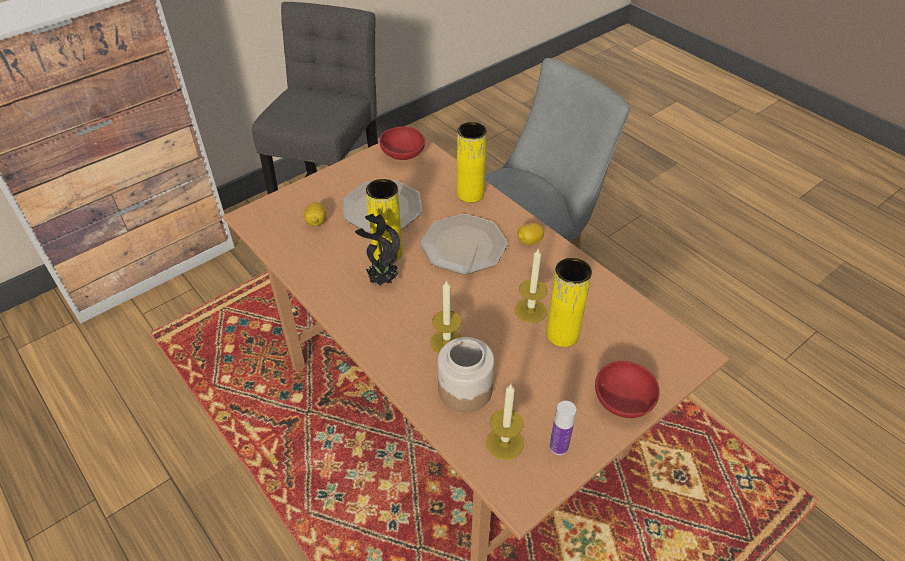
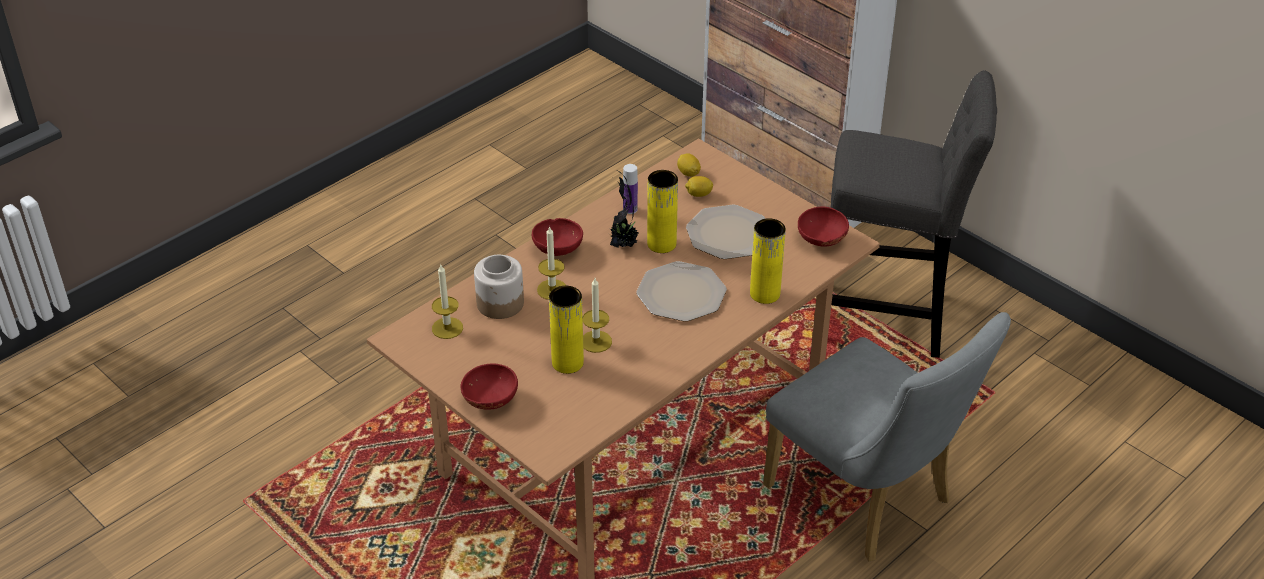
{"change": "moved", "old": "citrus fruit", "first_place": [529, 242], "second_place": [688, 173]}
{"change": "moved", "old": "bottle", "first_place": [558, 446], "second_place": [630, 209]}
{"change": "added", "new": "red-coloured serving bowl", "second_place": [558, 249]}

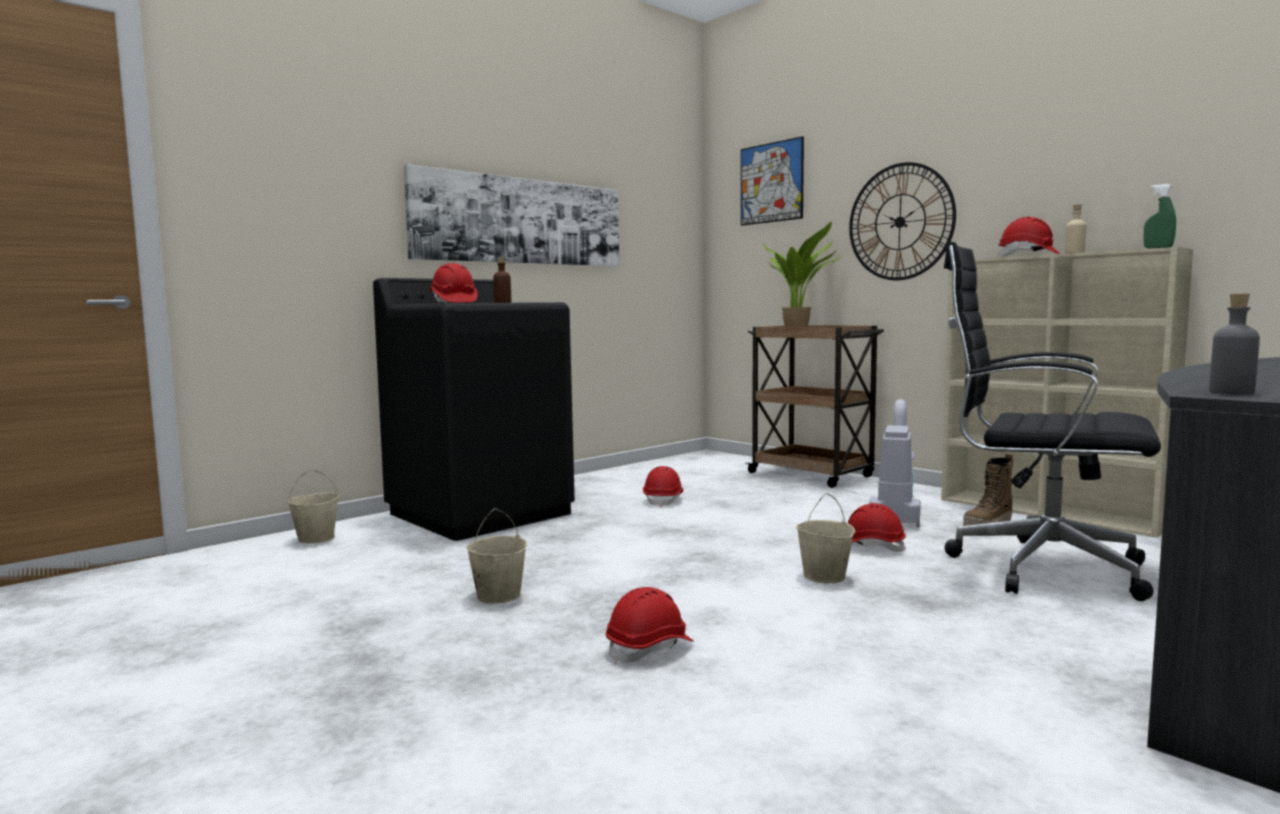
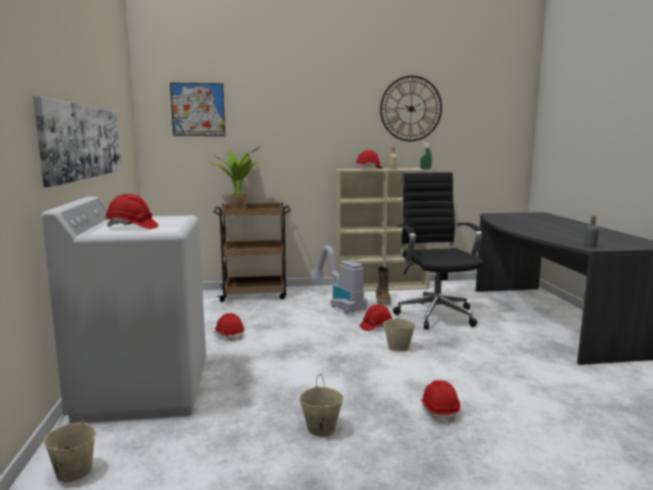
{"change": "moved", "old": "hanging clock", "first_place": [900, 222], "second_place": [411, 108]}
{"change": "turned", "old": "black desk chair", "first_place": [1037, 567], "second_place": [434, 314], "degrees": 105}
{"change": "removed", "old": "brown bottle", "first_place": [502, 302]}
{"change": "recoloured", "old": "black laundry machine", "new": "whitish laundry machine", "first_place": [481, 513], "second_place": [143, 390]}

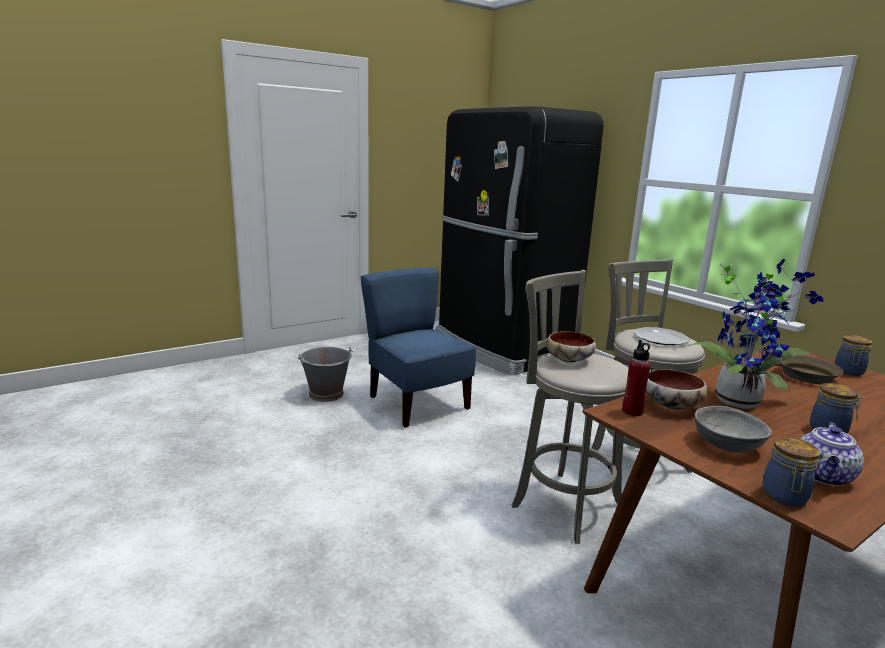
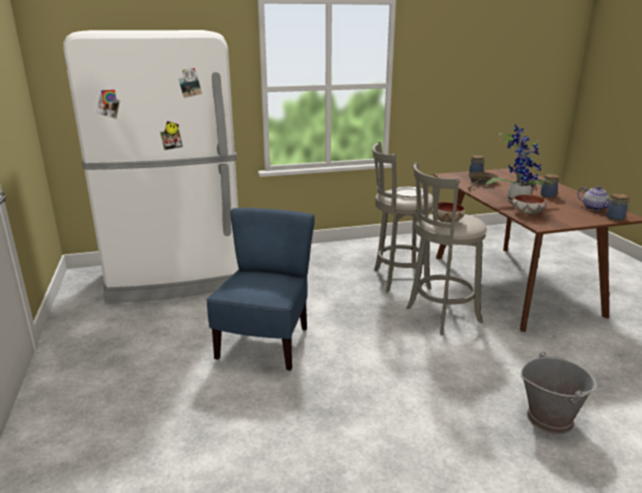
{"change": "recoloured", "old": "black kitchen fridge", "new": "whitish kitchen fridge", "first_place": [501, 348], "second_place": [176, 277]}
{"change": "turned", "old": "blue plain chair", "first_place": [417, 403], "second_place": [265, 344], "degrees": 120}
{"change": "removed", "old": "red-coloured bottle", "first_place": [632, 411]}
{"change": "moved", "old": "greyish pail", "first_place": [327, 394], "second_place": [549, 418]}
{"change": "removed", "old": "greyish serving bowl", "first_place": [726, 444]}

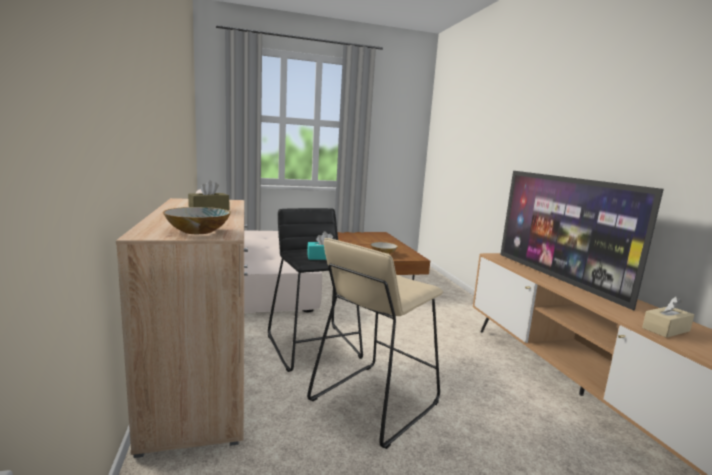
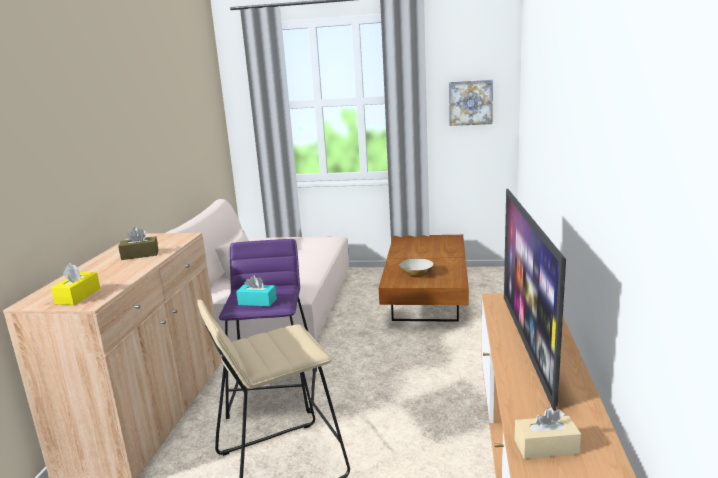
{"change": "replaced", "old": "serving bowl", "new": "yellow-coloured tissue holder", "first_place": [198, 231], "second_place": [78, 296]}
{"change": "recoloured", "old": "black sitting stool", "new": "purple sitting stool", "first_place": [314, 346], "second_place": [274, 392]}
{"change": "added", "new": "wall art", "second_place": [470, 102]}

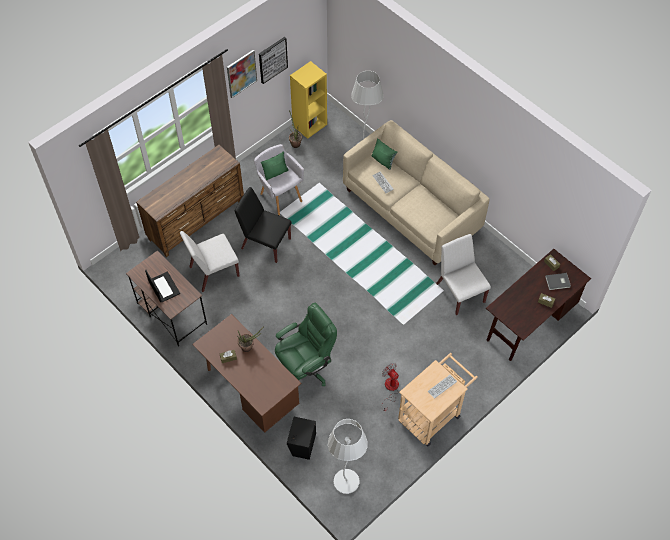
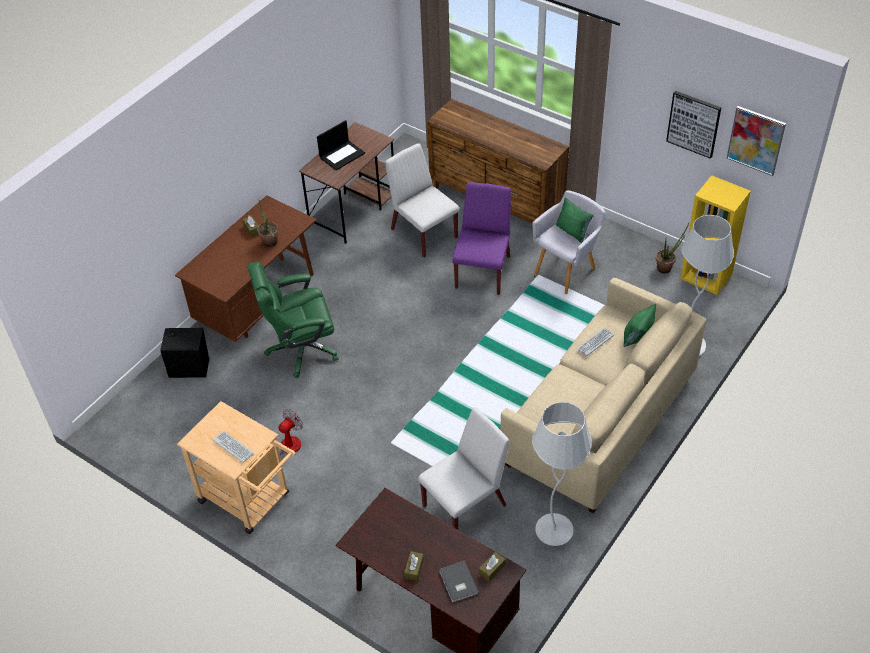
{"change": "moved", "old": "wall art", "first_place": [241, 73], "second_place": [756, 140]}
{"change": "recoloured", "old": "black plain chair", "new": "purple plain chair", "first_place": [265, 243], "second_place": [483, 271]}
{"change": "turned", "old": "green desk chair", "first_place": [305, 367], "second_place": [301, 349], "degrees": 120}
{"change": "moved", "old": "whitish floor lamp", "first_place": [346, 481], "second_place": [554, 531]}

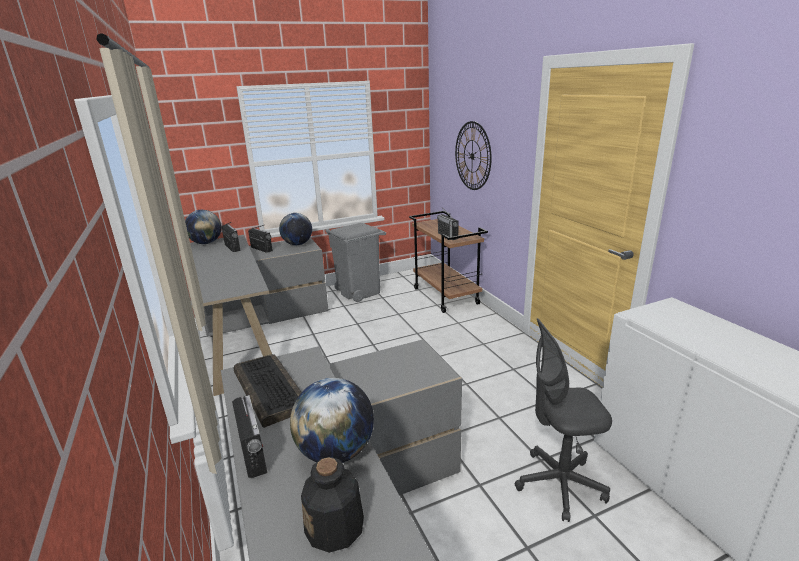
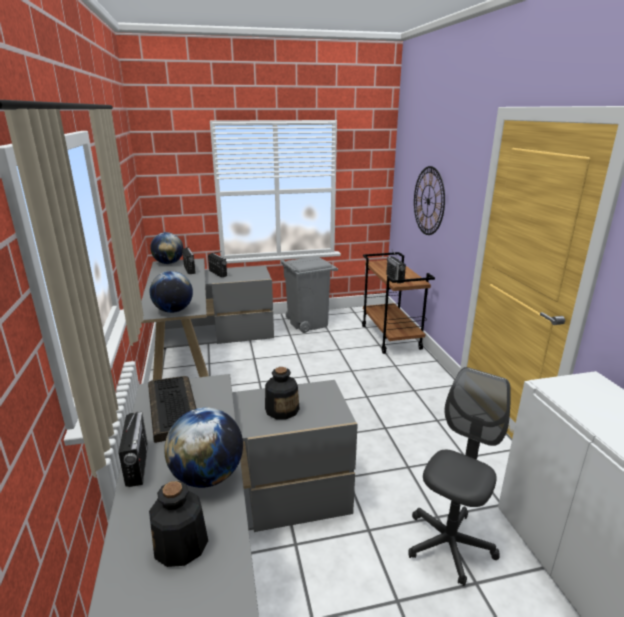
{"change": "moved", "old": "globe", "first_place": [297, 244], "second_place": [173, 311]}
{"change": "turned", "old": "greyish desk chair", "first_place": [559, 484], "second_place": [449, 544], "degrees": 120}
{"change": "added", "new": "bottle", "second_place": [282, 409]}

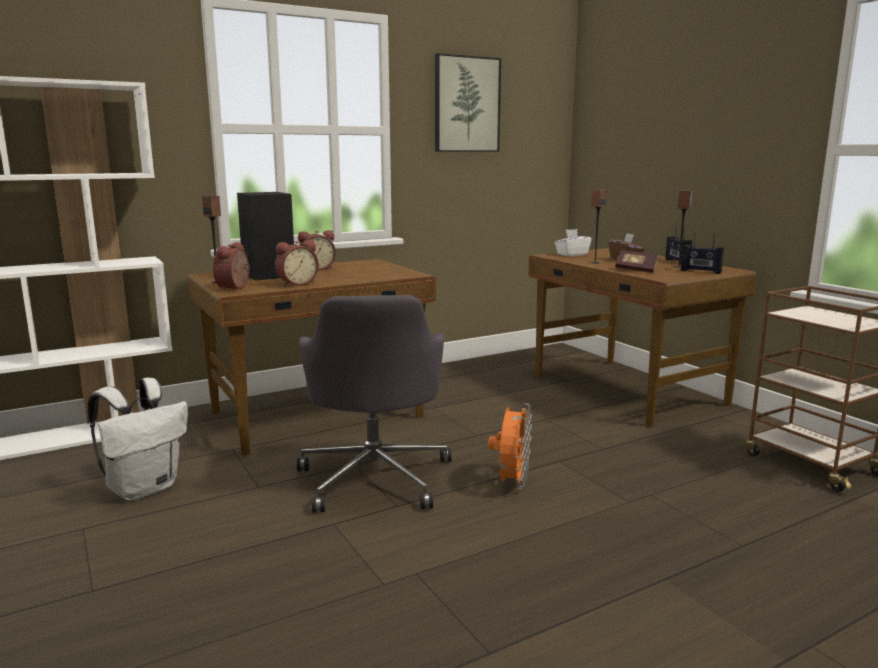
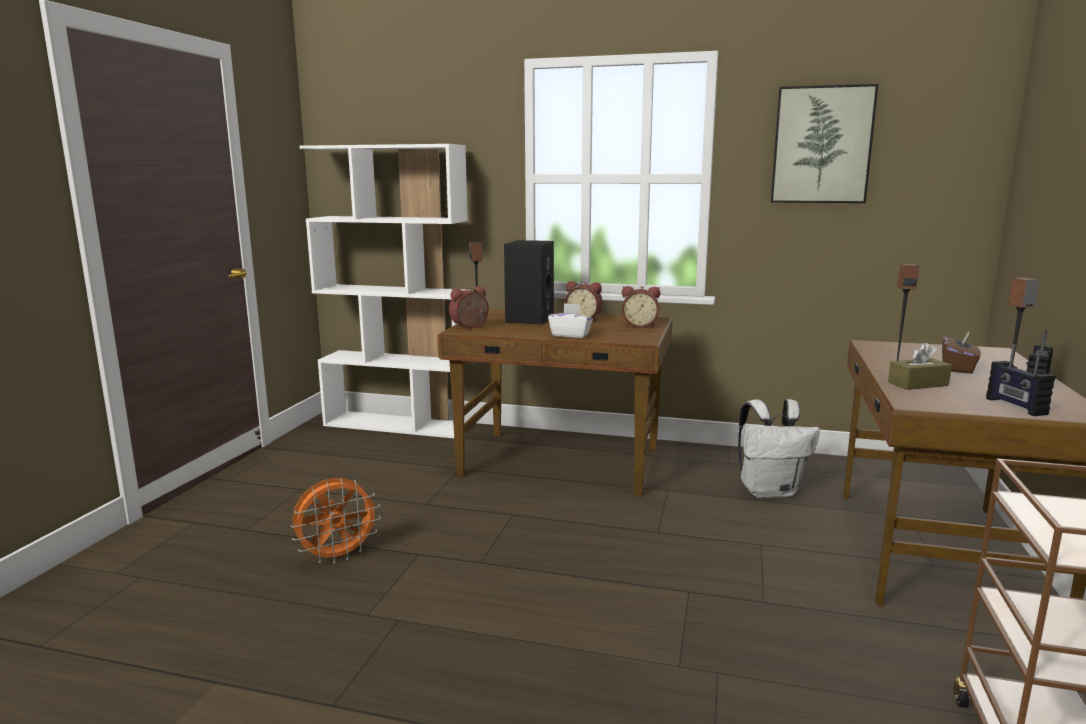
{"change": "moved", "old": "whitish tissue holder", "first_place": [572, 254], "second_place": [570, 335]}
{"change": "moved", "old": "table clock", "first_place": [296, 283], "second_place": [640, 325]}
{"change": "replaced", "old": "volume", "new": "brown tissue holder", "first_place": [636, 270], "second_place": [918, 384]}
{"change": "removed", "old": "greyish desk chair", "first_place": [375, 477]}
{"change": "moved", "old": "whitish knapsack", "first_place": [144, 488], "second_place": [770, 491]}
{"change": "moved", "old": "orange cooling fan", "first_place": [511, 482], "second_place": [338, 556]}

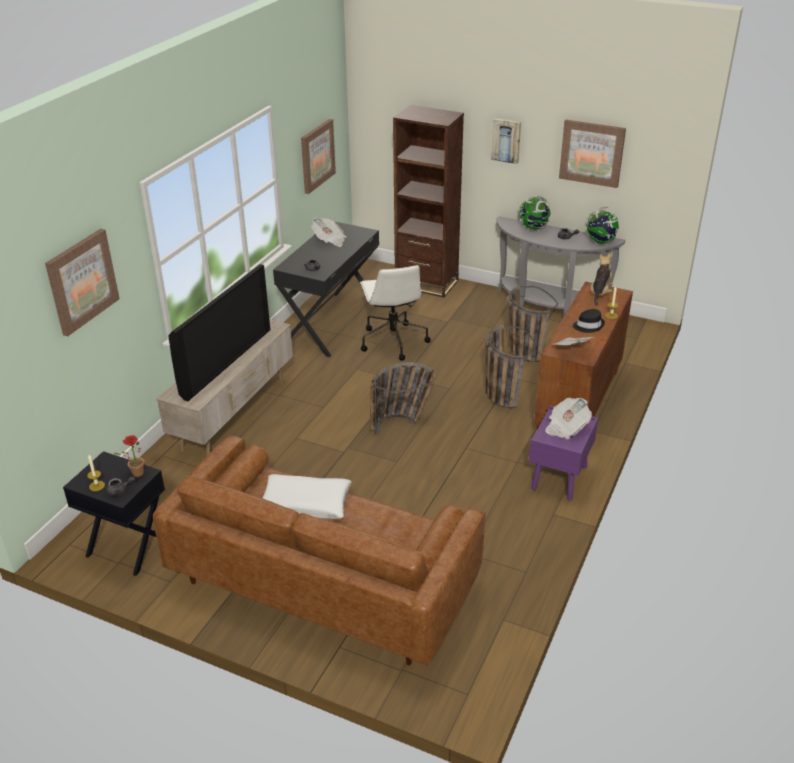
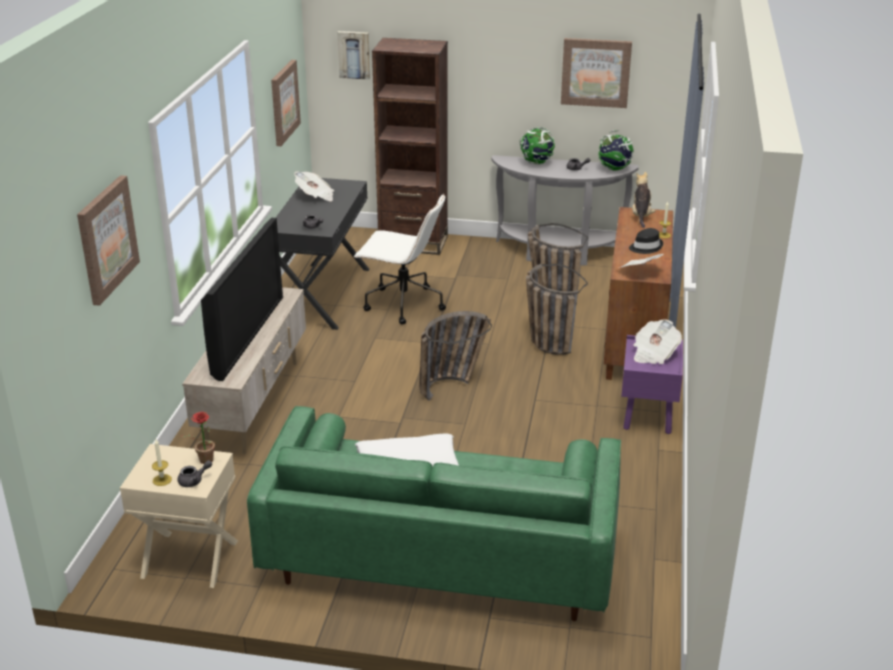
{"change": "moved", "old": "wall art", "first_place": [506, 140], "second_place": [354, 54]}
{"change": "turned", "old": "whitish desk chair", "first_place": [393, 341], "second_place": [402, 304], "degrees": -45}
{"change": "recoloured", "old": "brown sofa", "new": "green sofa", "first_place": [324, 581], "second_place": [440, 555]}
{"change": "recoloured", "old": "black nightstand", "new": "sand-coloured nightstand", "first_place": [128, 547], "second_place": [189, 560]}

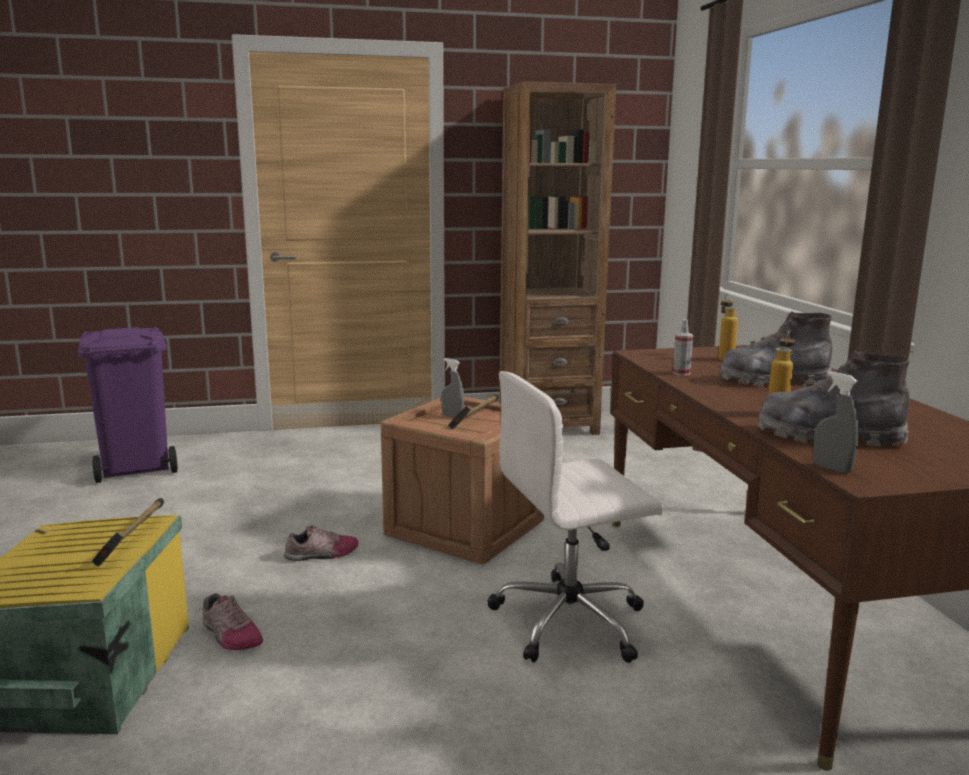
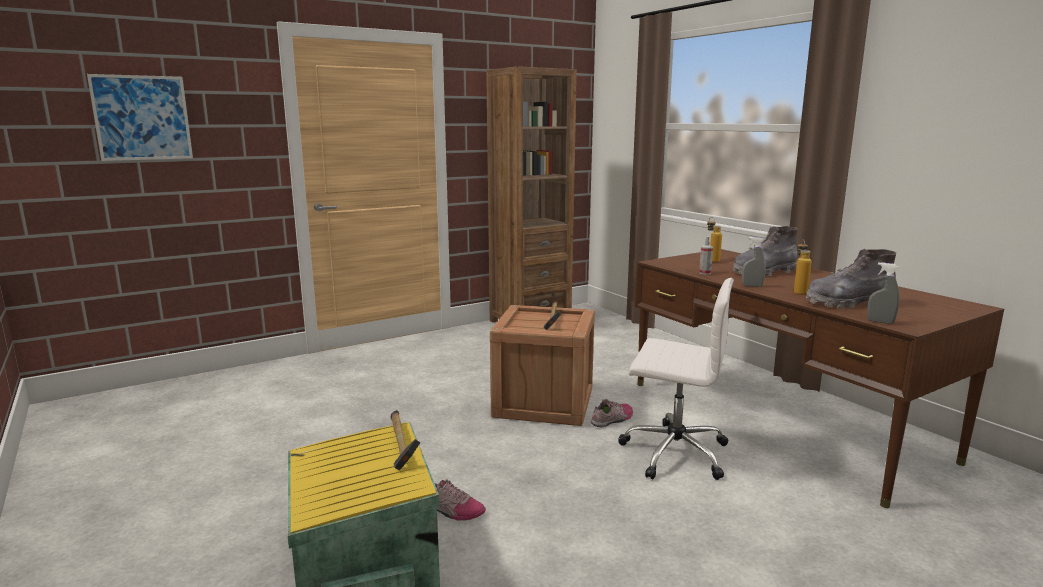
{"change": "removed", "old": "purple waste bin", "first_place": [137, 467]}
{"change": "moved", "old": "greyish sprayer", "first_place": [452, 416], "second_place": [752, 286]}
{"change": "turned", "old": "whitish desk chair", "first_place": [571, 621], "second_place": [673, 452], "degrees": -120}
{"change": "moved", "old": "shoe", "first_place": [322, 554], "second_place": [613, 419]}
{"change": "added", "new": "wall art", "second_place": [142, 118]}

